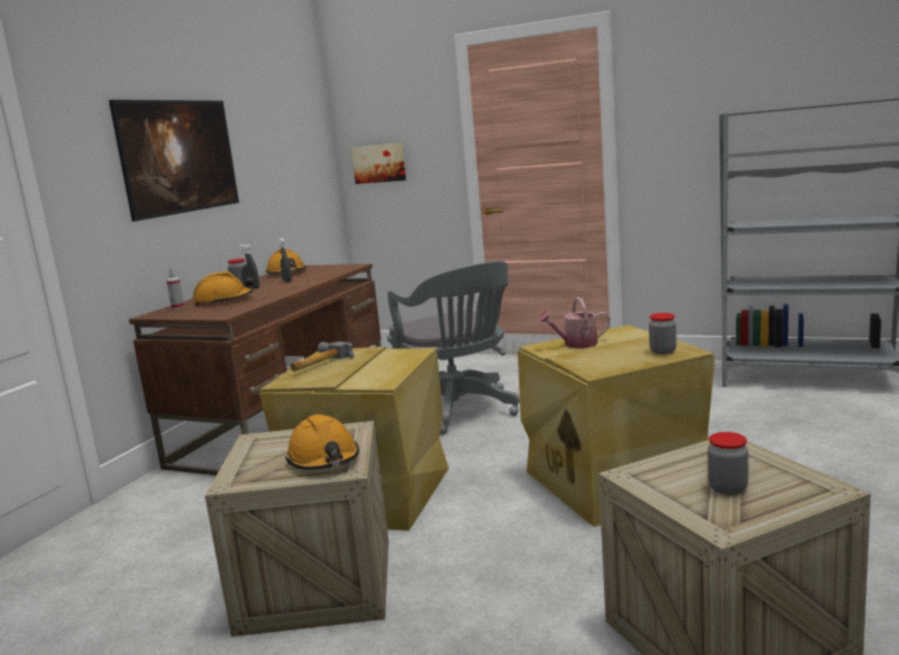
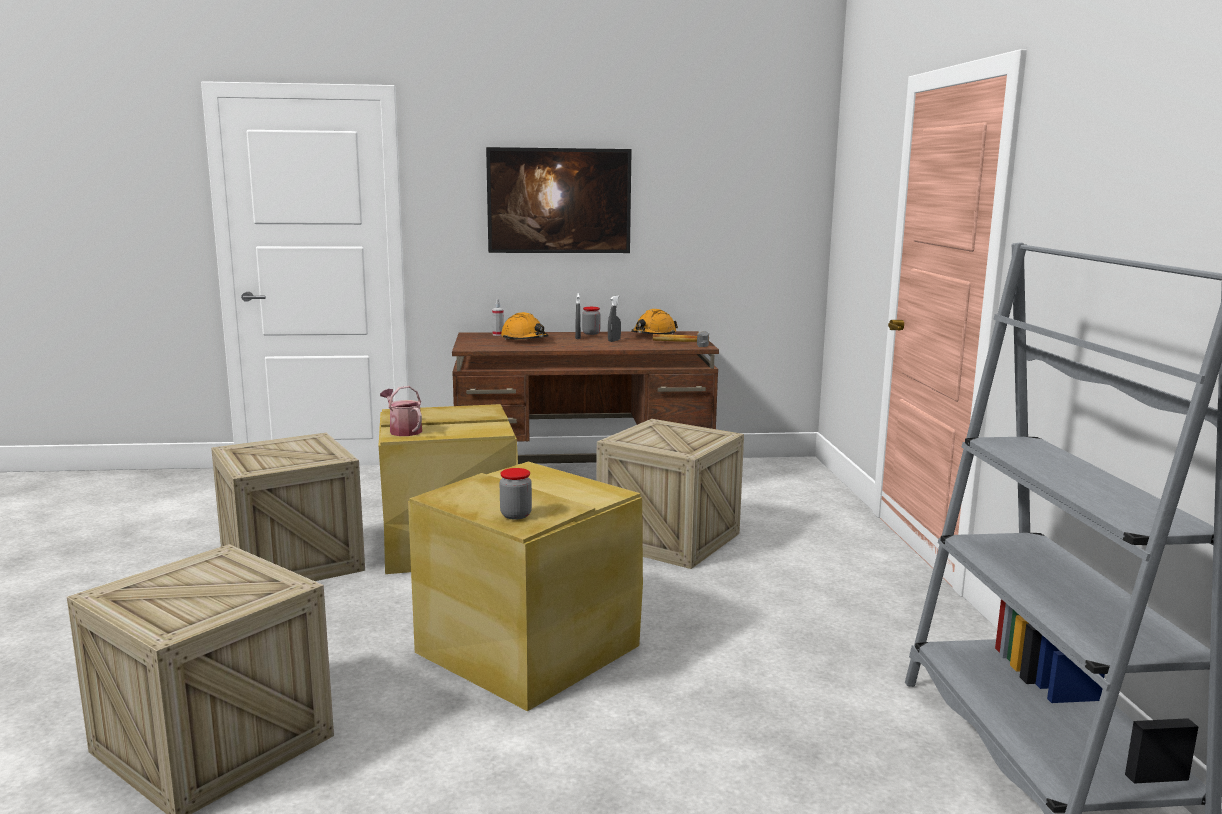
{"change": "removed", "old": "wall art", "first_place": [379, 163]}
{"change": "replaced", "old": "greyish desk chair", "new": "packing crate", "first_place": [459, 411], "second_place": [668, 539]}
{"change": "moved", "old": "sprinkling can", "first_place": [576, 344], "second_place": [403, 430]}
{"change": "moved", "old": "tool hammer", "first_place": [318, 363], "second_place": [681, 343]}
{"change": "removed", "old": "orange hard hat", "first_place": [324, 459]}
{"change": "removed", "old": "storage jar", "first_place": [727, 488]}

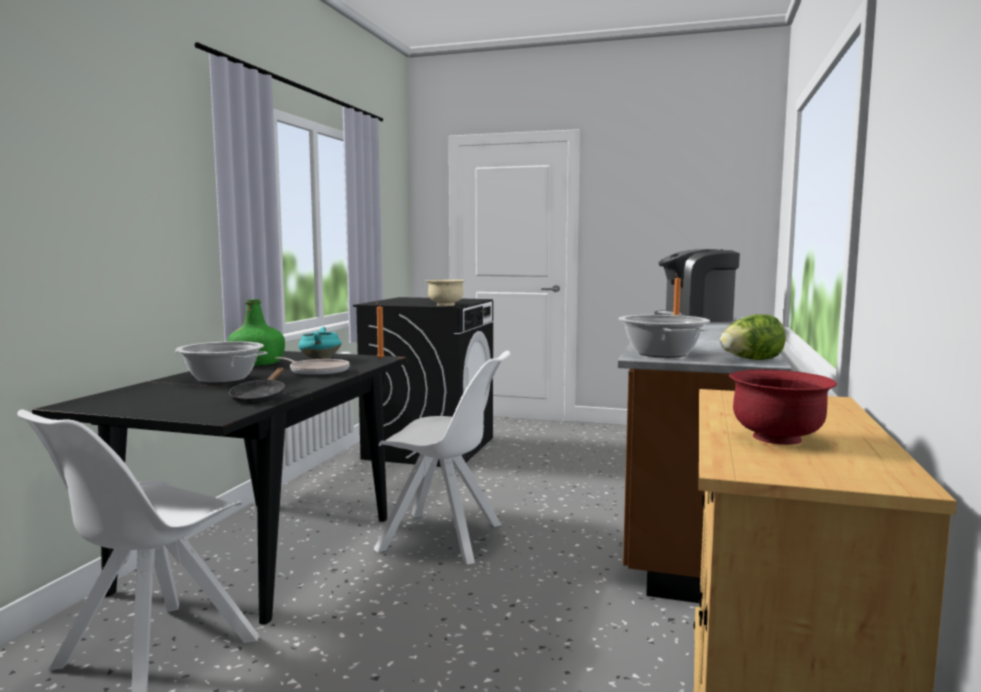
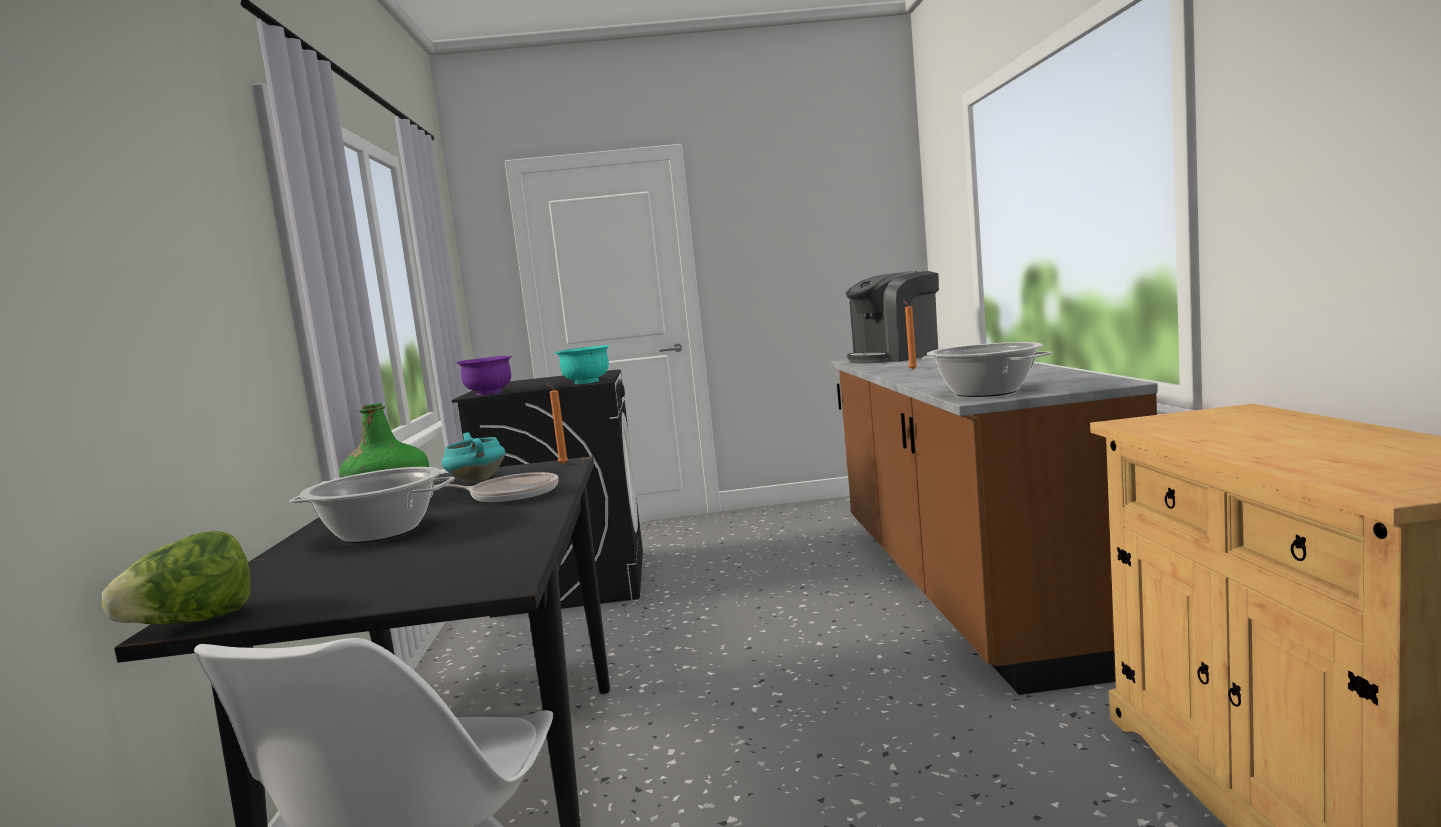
{"change": "recoloured", "old": "sand-coloured serving bowl", "new": "turquoise serving bowl", "first_place": [445, 305], "second_place": [586, 382]}
{"change": "moved", "old": "lettuce head", "first_place": [750, 360], "second_place": [192, 622]}
{"change": "removed", "old": "whitish plain chair", "first_place": [444, 538]}
{"change": "removed", "old": "black skillet", "first_place": [260, 398]}
{"change": "removed", "old": "red-coloured serving bowl", "first_place": [777, 438]}
{"change": "added", "new": "purple serving bowl", "second_place": [489, 393]}

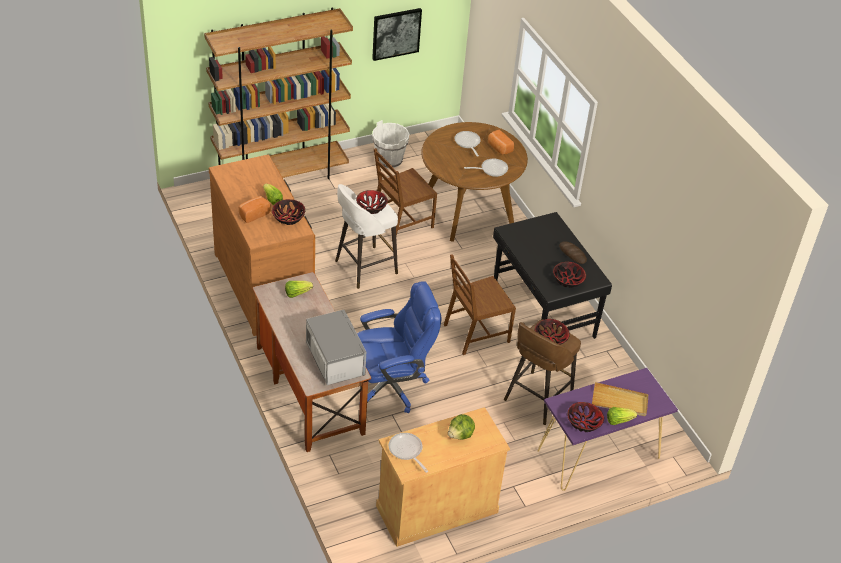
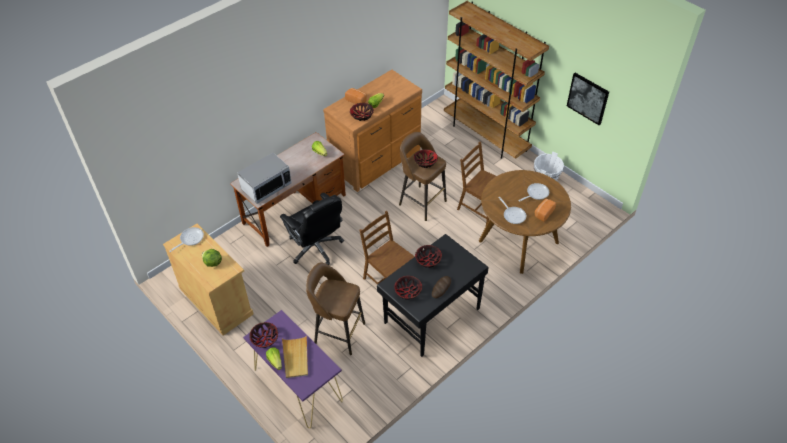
{"change": "recoloured", "old": "whitish sitting stool", "new": "brown sitting stool", "first_place": [364, 268], "second_place": [421, 202]}
{"change": "recoloured", "old": "blue desk chair", "new": "black desk chair", "first_place": [391, 385], "second_place": [316, 248]}
{"change": "moved", "old": "serving bowl", "first_place": [551, 339], "second_place": [428, 261]}

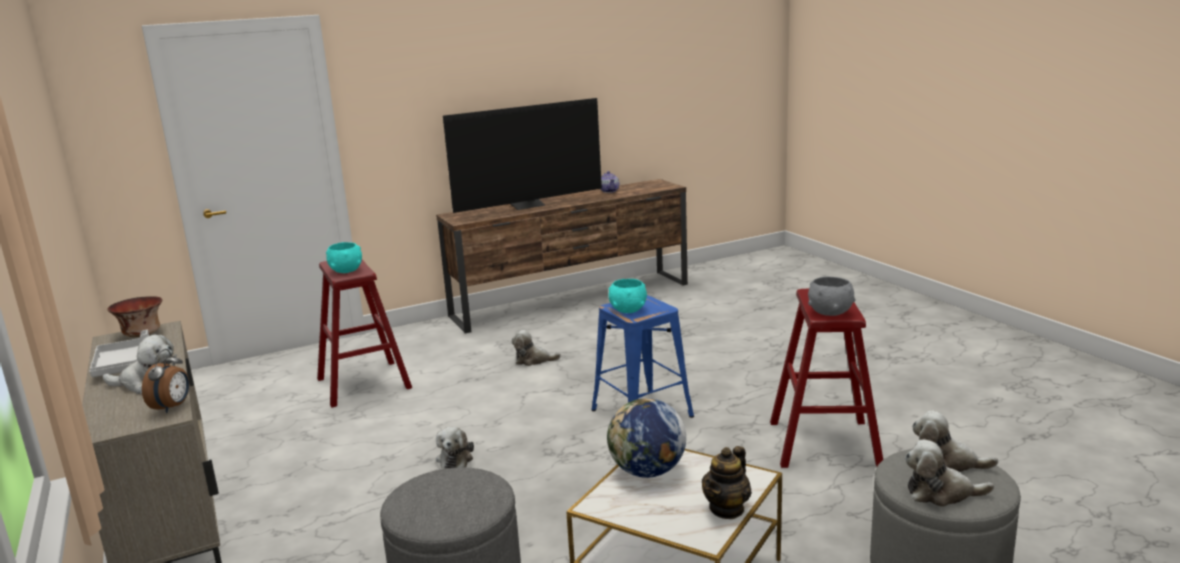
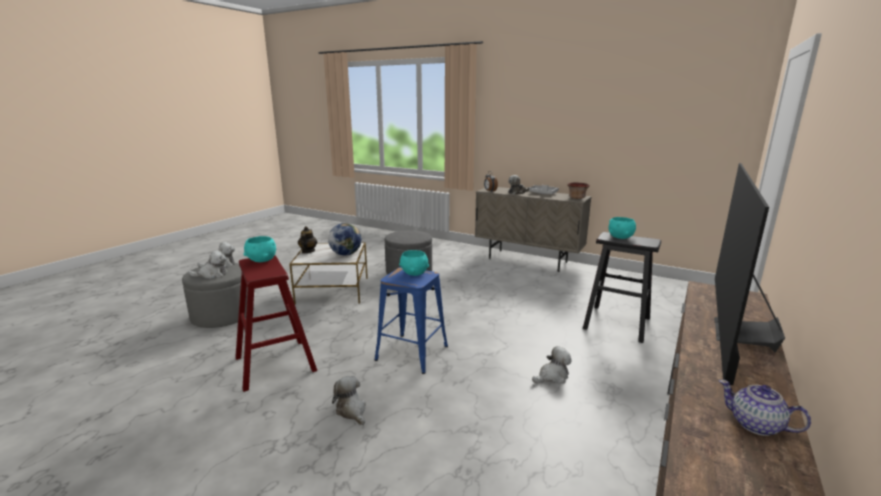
{"change": "recoloured", "old": "red-coloured sitting stool", "new": "black sitting stool", "first_place": [363, 383], "second_place": [617, 323]}
{"change": "recoloured", "old": "greyish serving bowl", "new": "turquoise serving bowl", "first_place": [830, 312], "second_place": [261, 260]}
{"change": "moved", "old": "soft toy", "first_place": [455, 458], "second_place": [351, 410]}

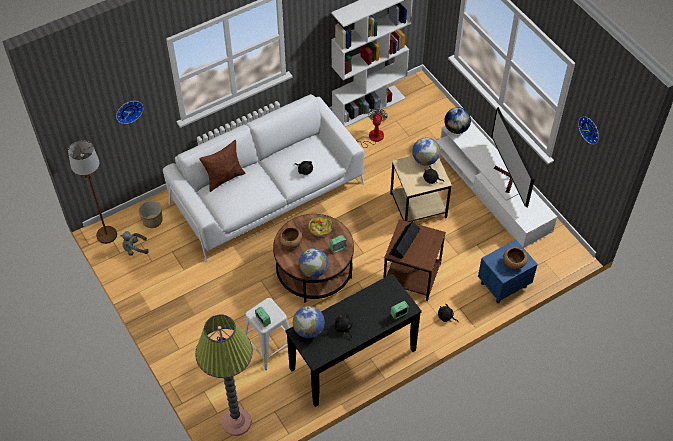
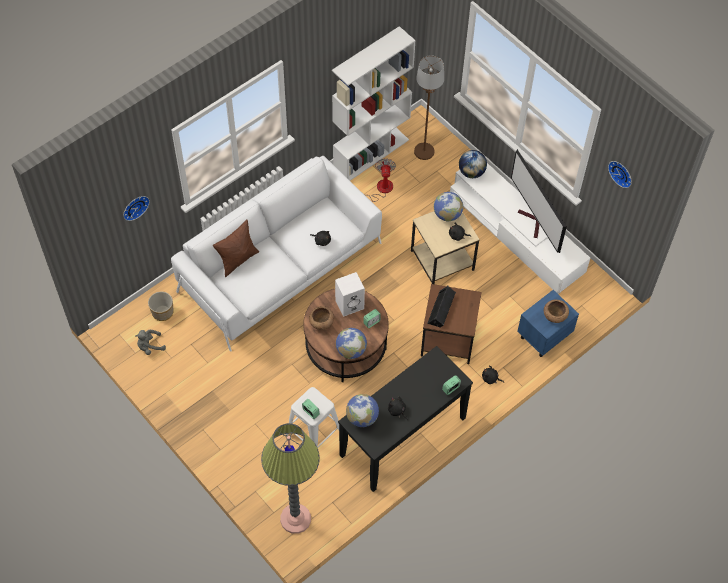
{"change": "moved", "old": "brown floor lamp", "first_place": [107, 235], "second_place": [424, 151]}
{"change": "replaced", "old": "serving bowl", "new": "whitish loudspeaker", "first_place": [320, 229], "second_place": [350, 304]}

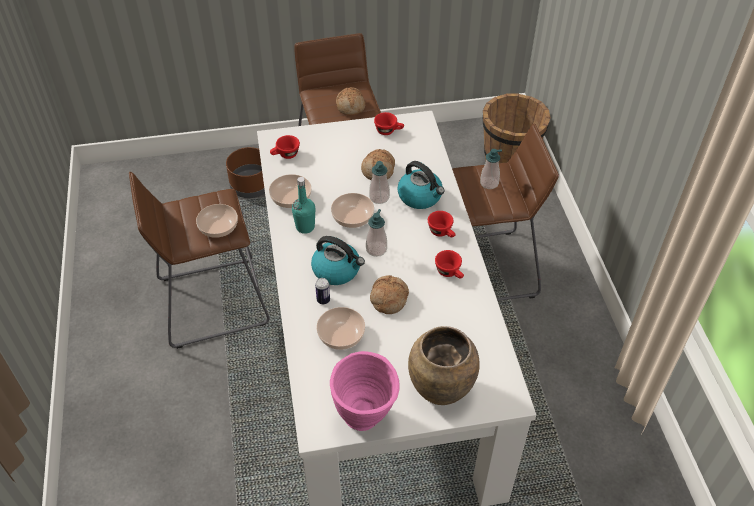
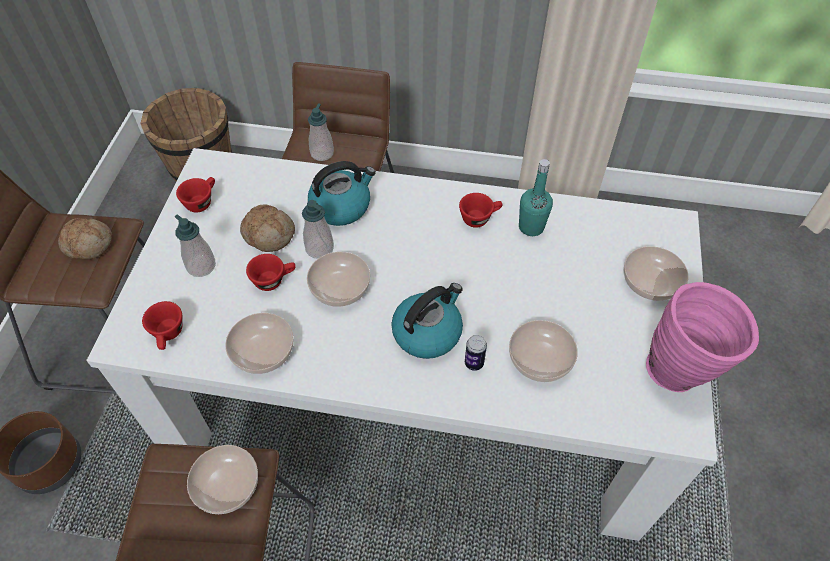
{"change": "moved", "old": "turquoise bottle", "first_place": [305, 227], "second_place": [531, 227]}
{"change": "moved", "old": "soap bottle", "first_place": [376, 249], "second_place": [201, 266]}
{"change": "moved", "old": "red-coloured drinking cup", "first_place": [442, 233], "second_place": [274, 280]}
{"change": "removed", "old": "baked bread", "first_place": [388, 298]}
{"change": "replaced", "old": "brown decorative vase", "new": "serving bowl", "first_place": [439, 390], "second_place": [650, 283]}

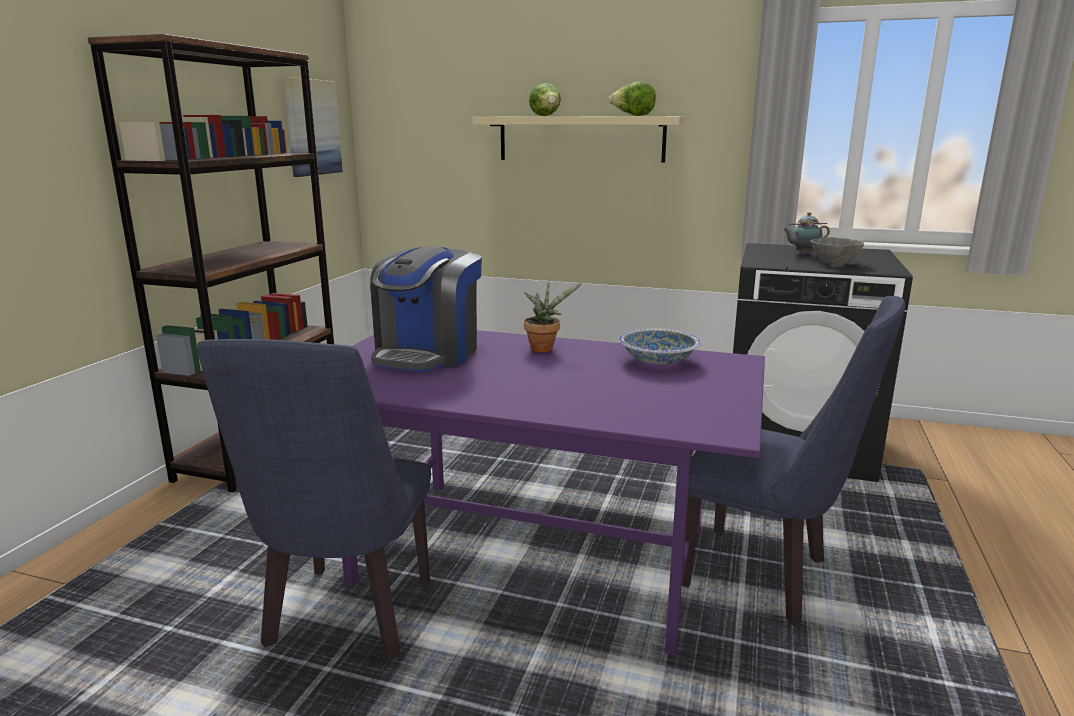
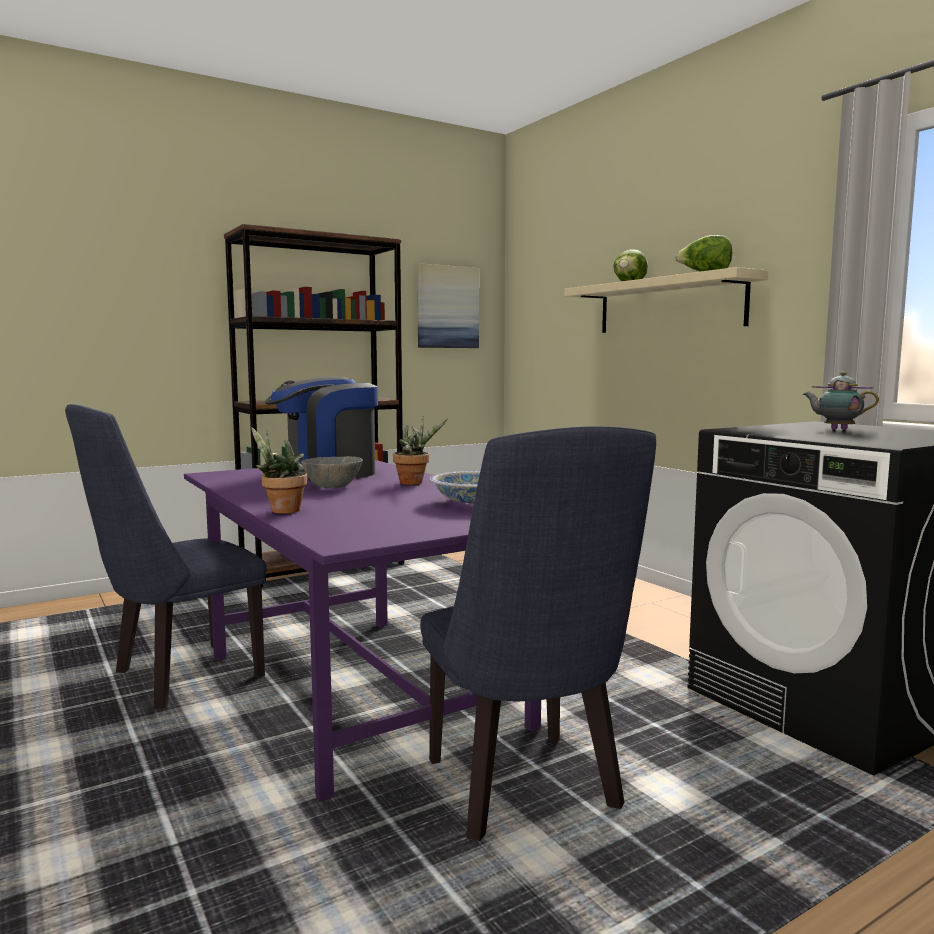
{"change": "moved", "old": "greyish serving bowl", "first_place": [834, 263], "second_place": [332, 486]}
{"change": "added", "new": "plant in a pot", "second_place": [281, 510]}

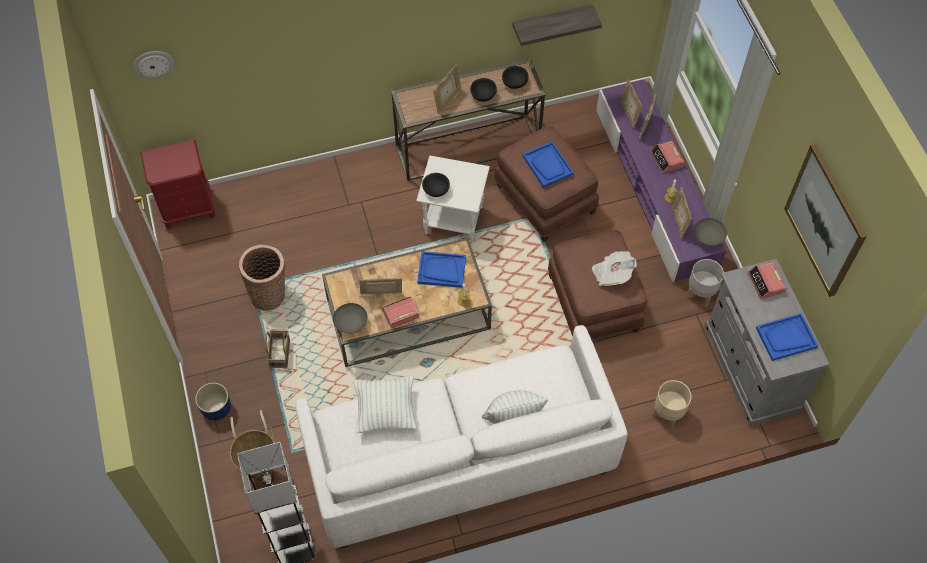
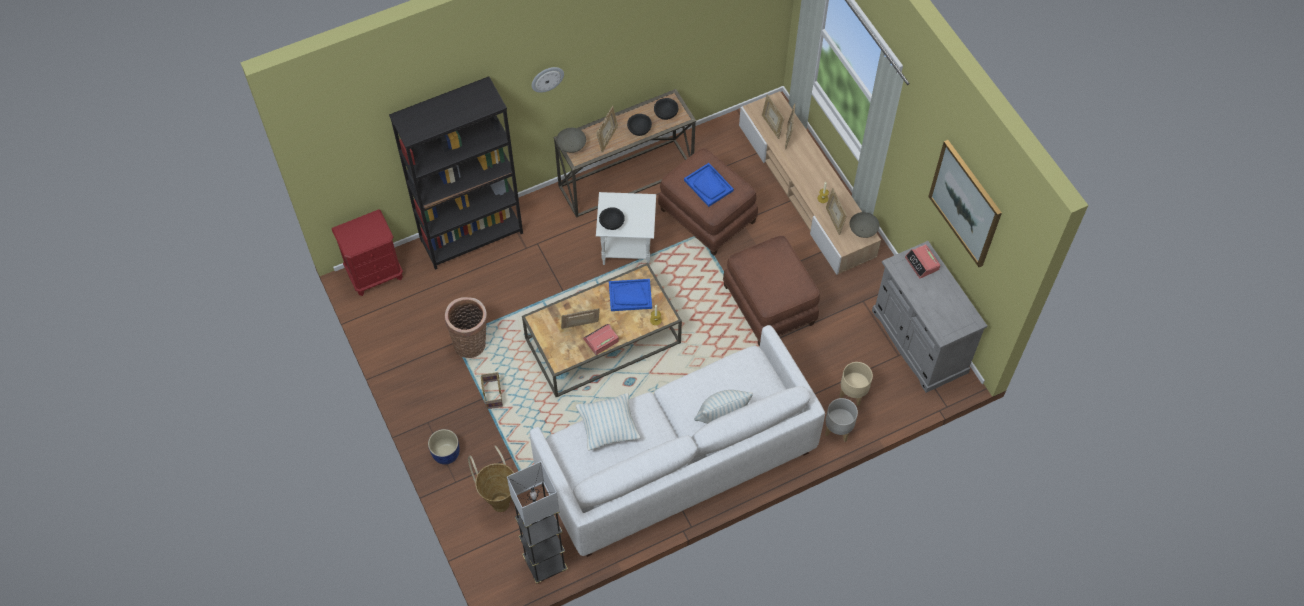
{"change": "removed", "old": "shelf", "first_place": [551, 23]}
{"change": "moved", "old": "hanging clock", "first_place": [153, 63], "second_place": [547, 78]}
{"change": "recoloured", "old": "purple tv unit", "new": "sand-coloured tv unit", "first_place": [655, 188], "second_place": [806, 191]}
{"change": "removed", "old": "table clock", "first_place": [666, 159]}
{"change": "removed", "old": "printed paper", "first_place": [612, 274]}
{"change": "moved", "old": "greyish flower pot", "first_place": [700, 293], "second_place": [838, 429]}
{"change": "moved", "old": "greyish serving bowl", "first_place": [351, 324], "second_place": [572, 146]}
{"change": "removed", "old": "blue serving tray", "first_place": [786, 338]}
{"change": "added", "new": "black shelving unit", "second_place": [472, 236]}

